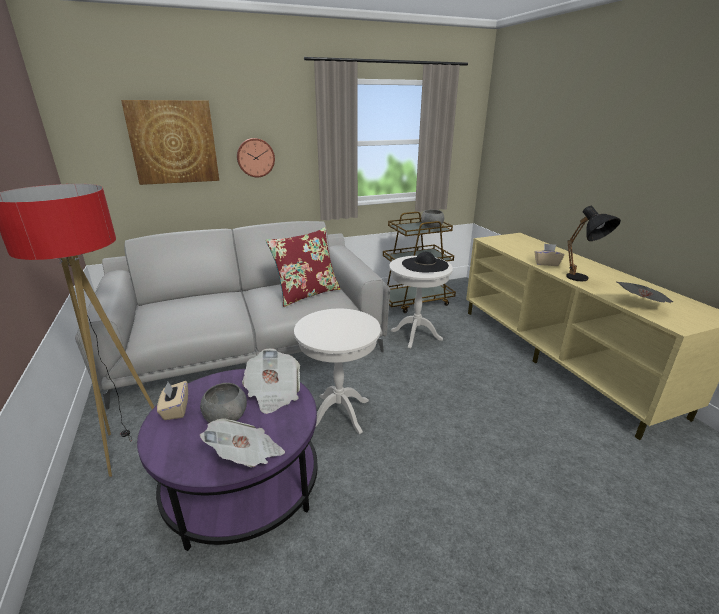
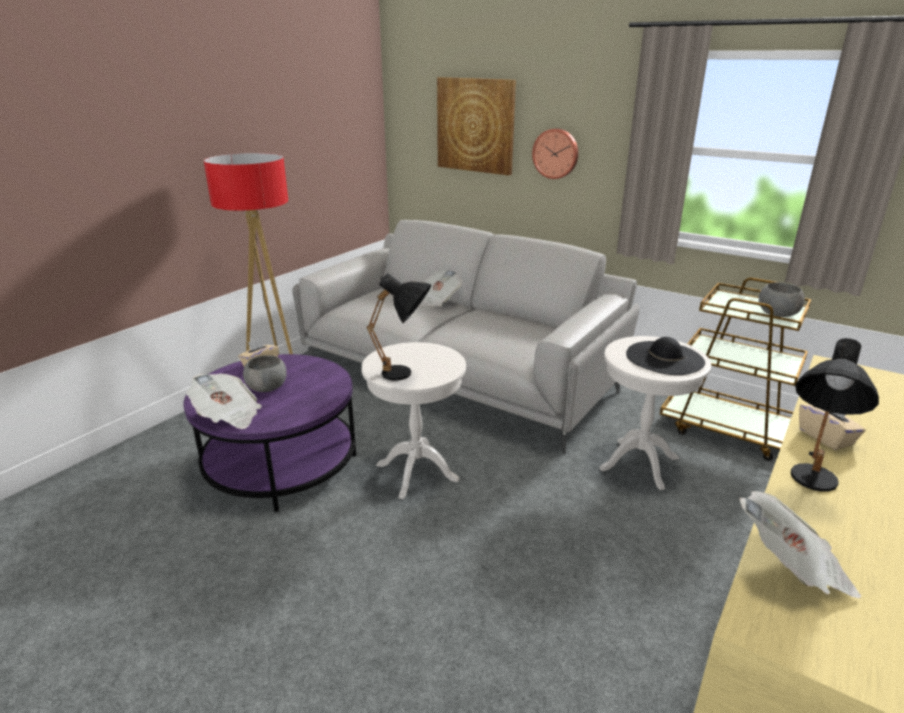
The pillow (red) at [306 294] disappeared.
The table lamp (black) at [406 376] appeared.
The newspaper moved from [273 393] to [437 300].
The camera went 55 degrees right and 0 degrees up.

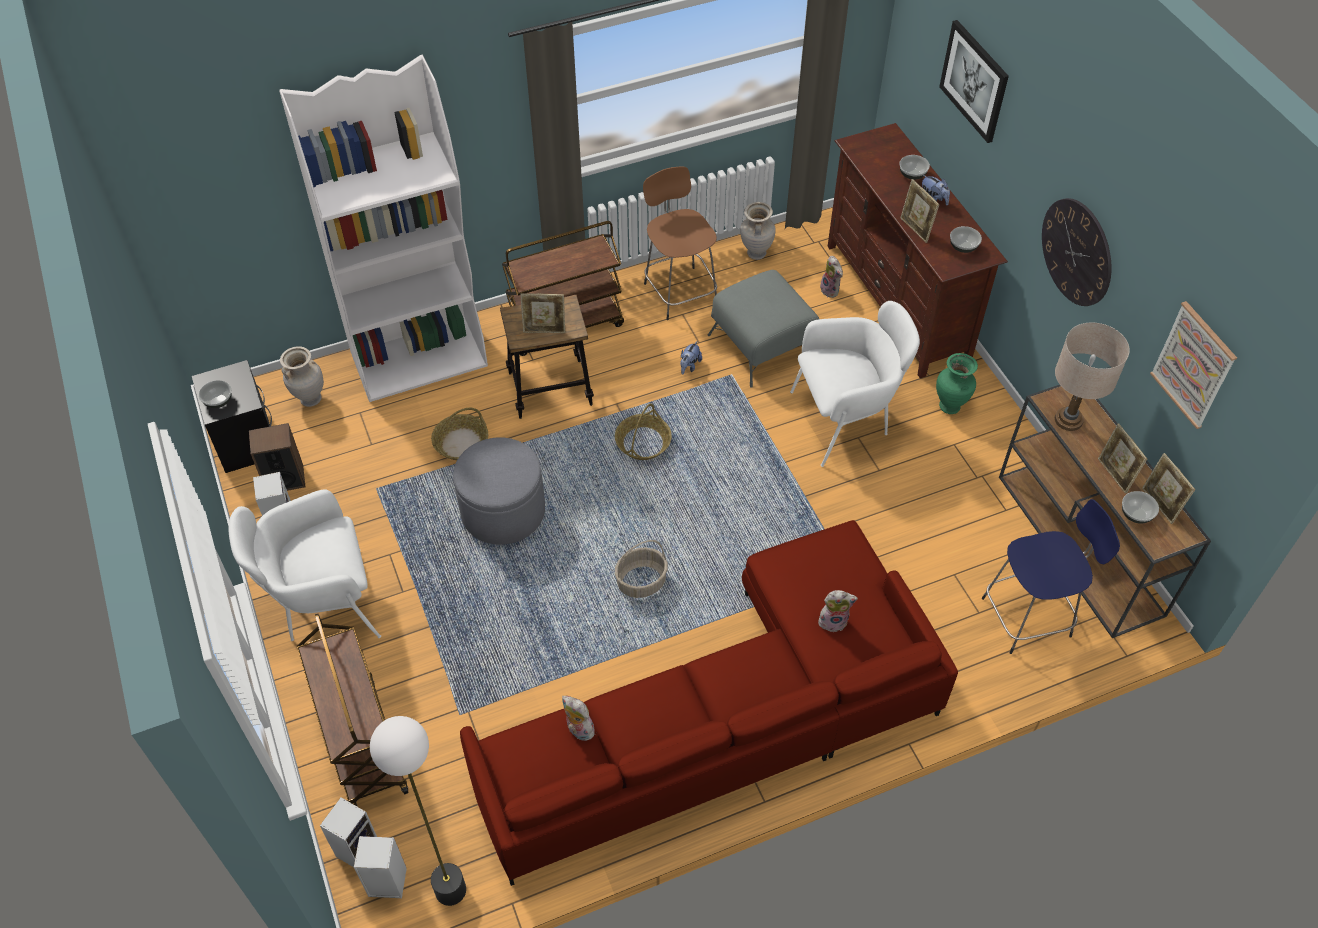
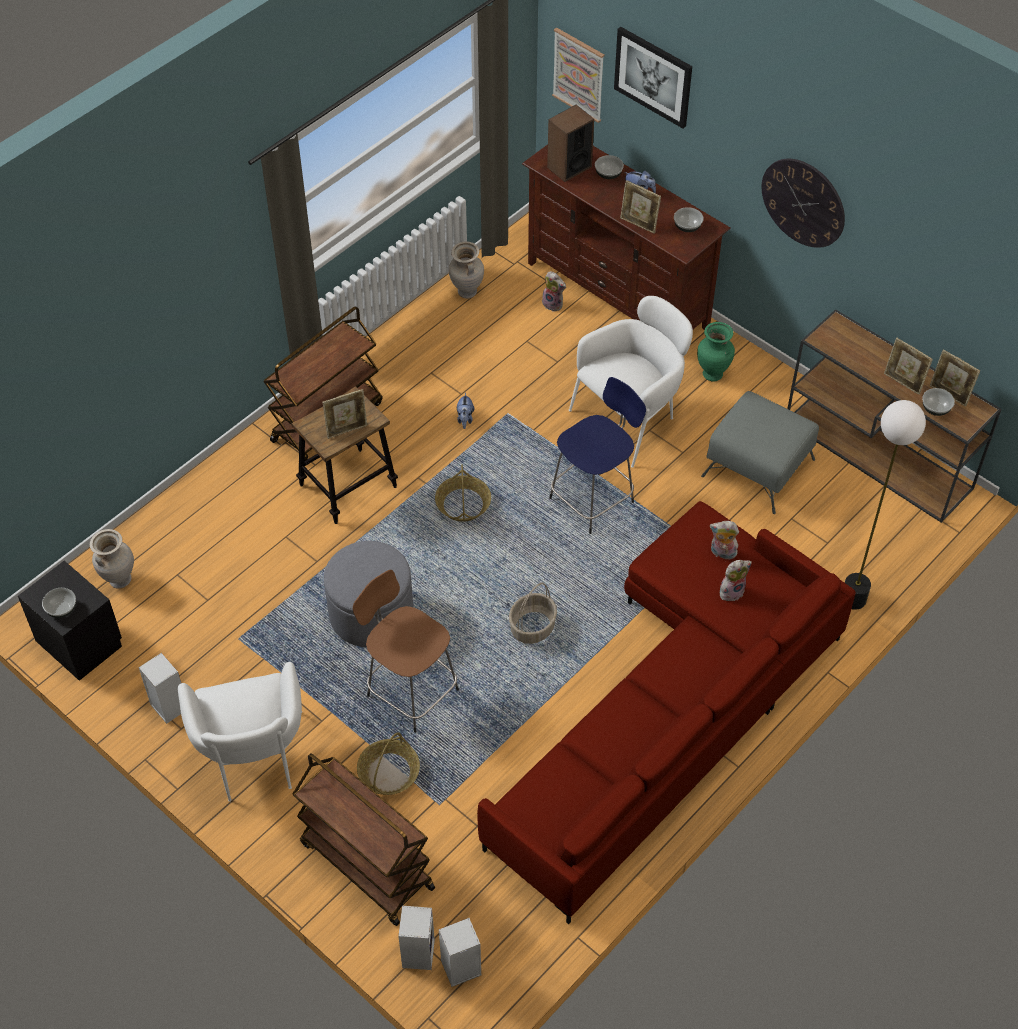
The bookcase (white) at [420 358] disappeared.
The table lamp (beige) at [1068 420] disappeared.
The speaker moved from [284 479] to [569 167].
The floor lamp moved from [450 890] to [853 599].
The basket moved from [461 443] to [389 772].
The plush toy moved from [578 730] to [722 553].
The stool (brown) moved from [679 291] to [410 691].
The ottoman (grey) moved from [763 346] to [758 468].
The stool (blue) moved from [1029 616] to [594 498].
The picture moved from [1193 365] to [579 74].
The armchair (white) at [323 605] turned 60 degrees counterclockwise.
The camera went 25 degrees left and 0 degrees up.

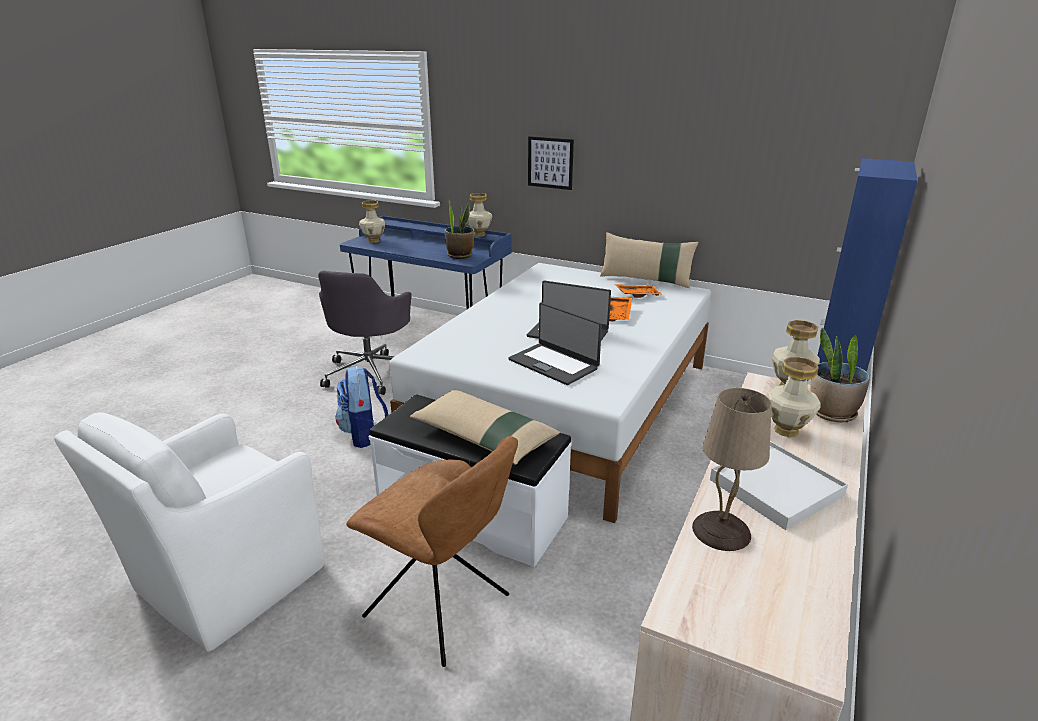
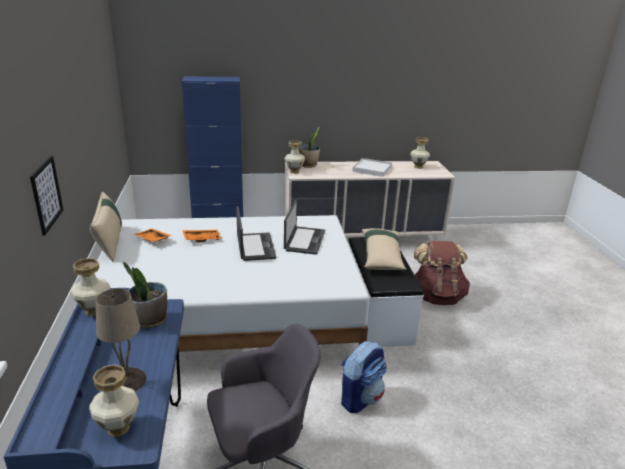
The armchair (white) at [225 582] disappeared.
The table lamp (beige) moved from [721 530] to [125 381].
The vase moved from [786 430] to [418 167].
The chair (brown) at [441 608] was replaced by the backpack (brown) at [437 297].
The camera went 125 degrees left and 0 degrees up.

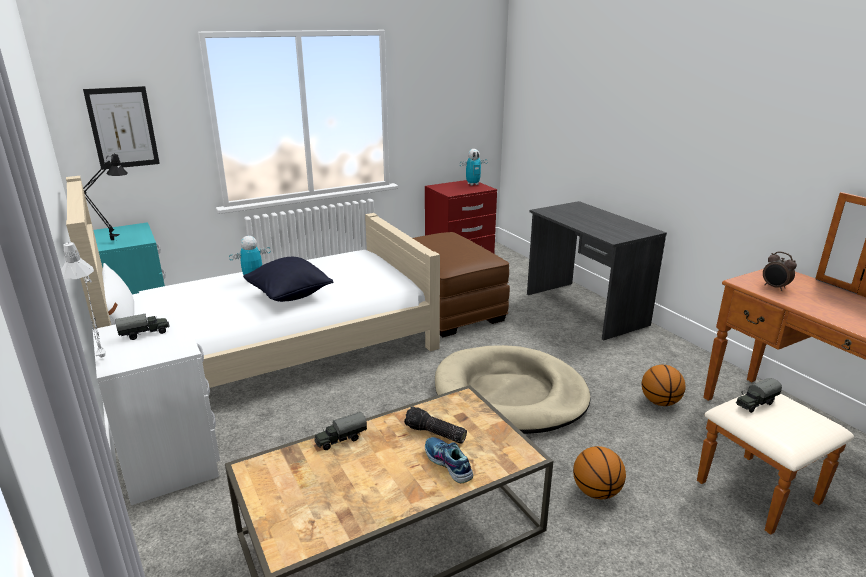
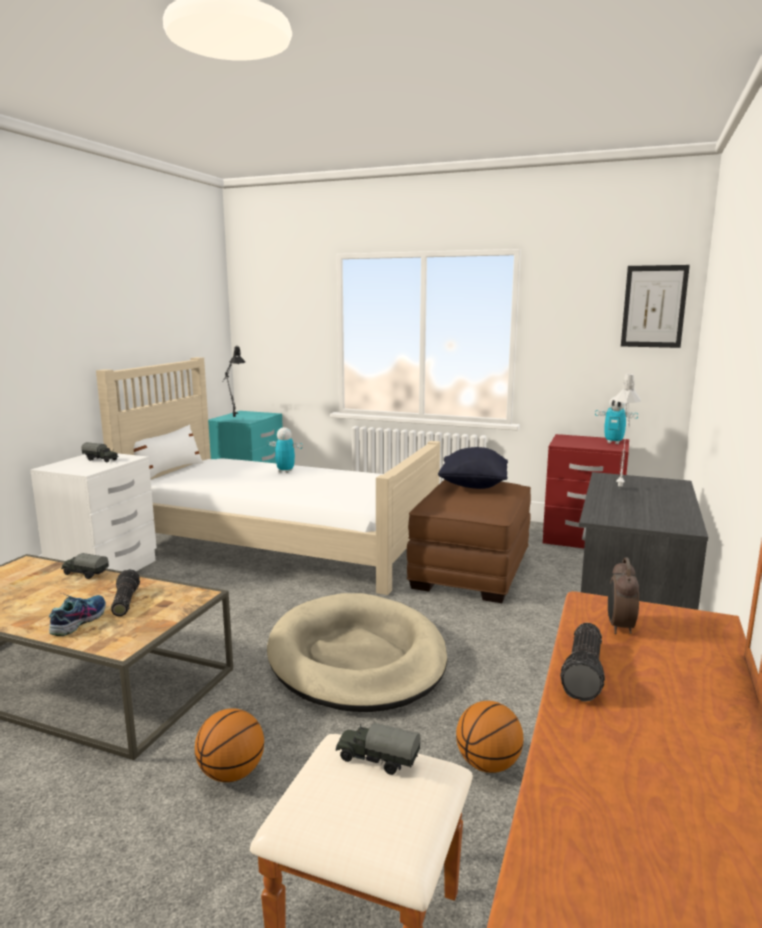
The flashlight at [585 673] appeared.
The table lamp (grey) moved from [102 355] to [620 486].
The picture moved from [123 128] to [654 306].
The pillow (black) moved from [289 296] to [473 486].
The camera went 50 degrees right and 10 degrees down.

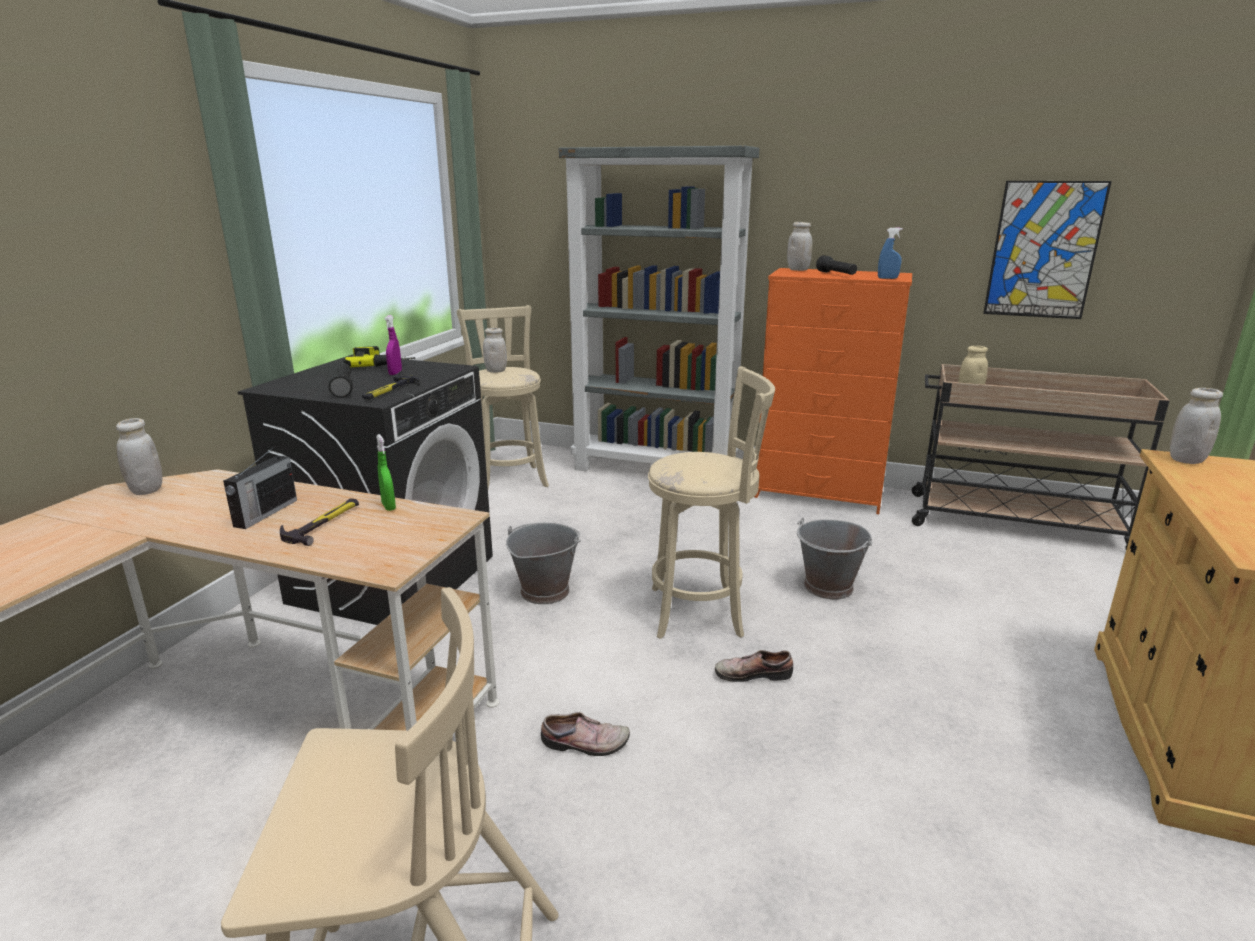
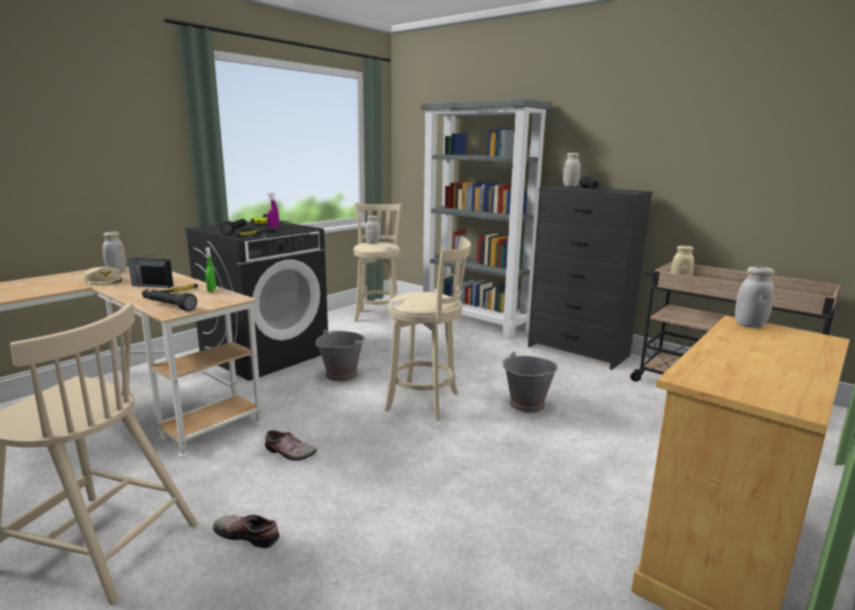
The spray bottle (blue) at [887 278] disappeared.
The picture at [1043 250] disappeared.
The cap (beige) at [104 281] appeared.
The flashlight (black) at [172 306] appeared.
The shoe moved from [752 673] to [248 534].
The dresser (orange) at [820 493] became the dresser (black) at [579 351].
The radio at [265 513] turned 60 degrees clockwise.
The camera went 20 degrees right and 5 degrees down.

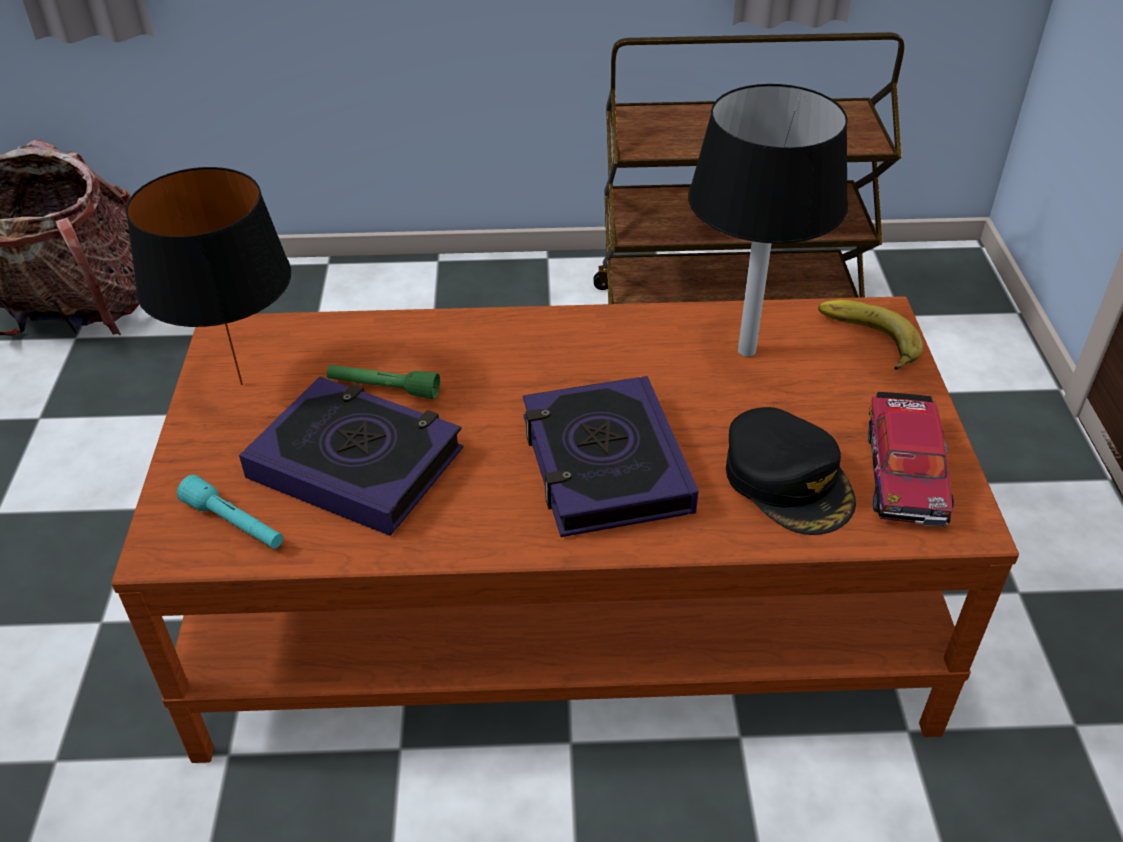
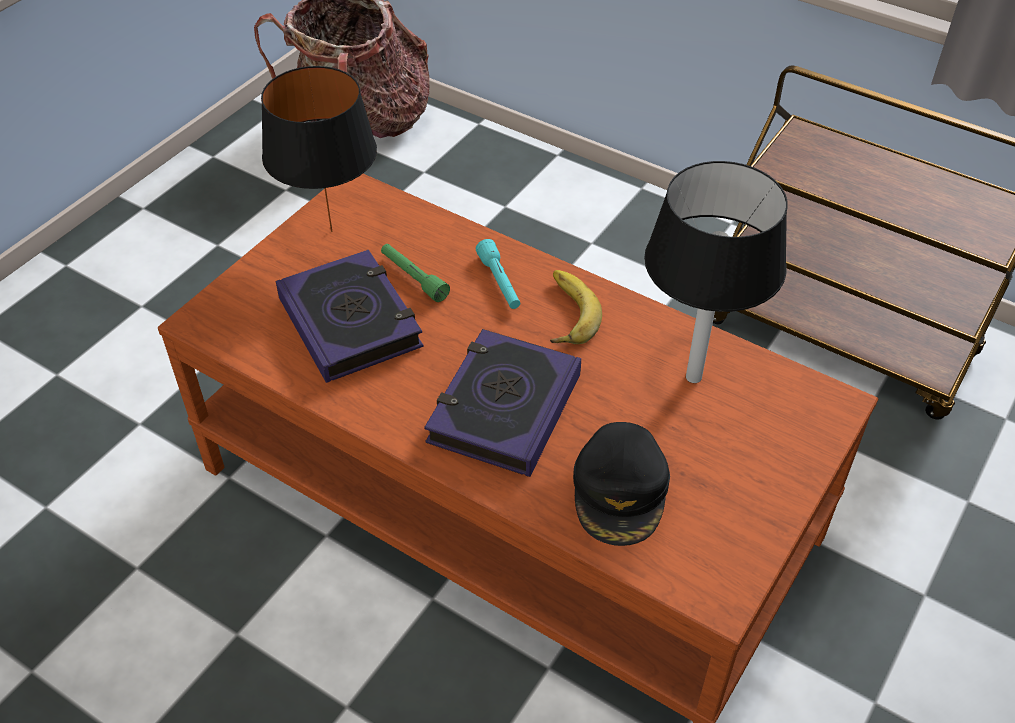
The toy car at [905 471] disappeared.
The flashlight (turquoise) moved from [234 524] to [499 282].
The banana moved from [865 341] to [564 313].
The camera went 35 degrees right and 5 degrees up.

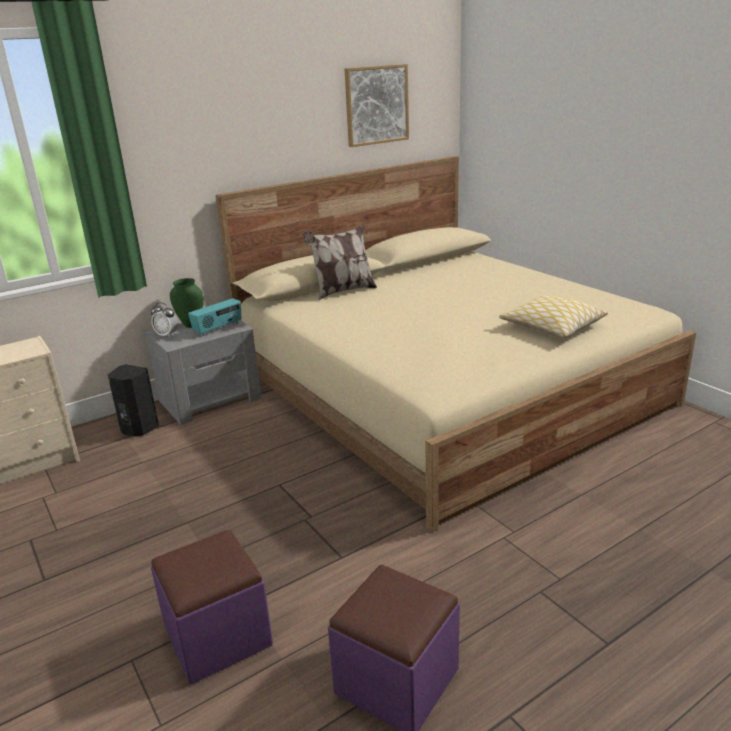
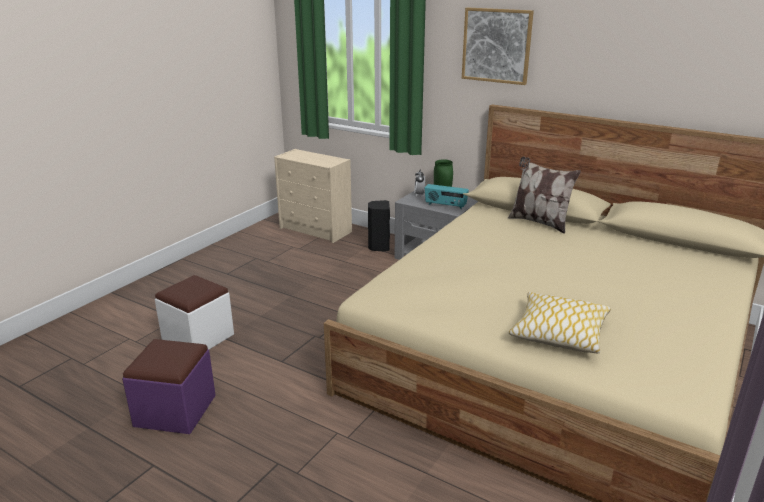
The picture moved from [376 105] to [496 45].
The ottoman (purple) at [218 636] became the ottoman (white) at [198 338].
The camera went 65 degrees right and 0 degrees up.

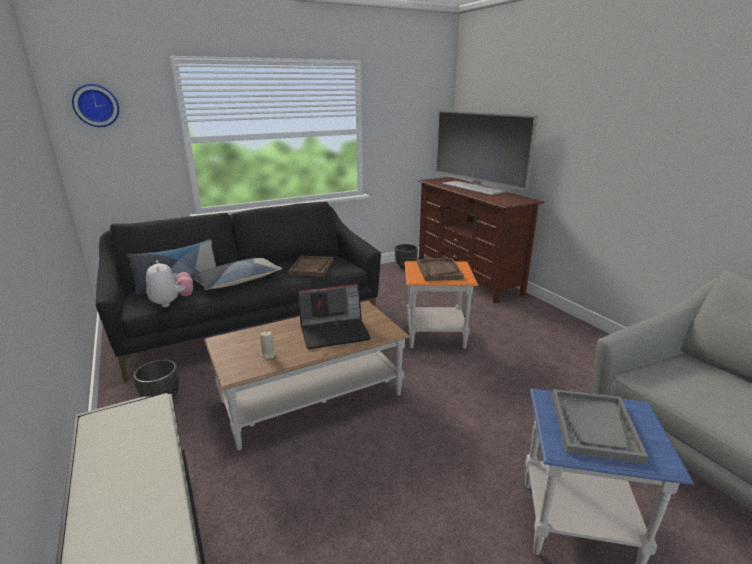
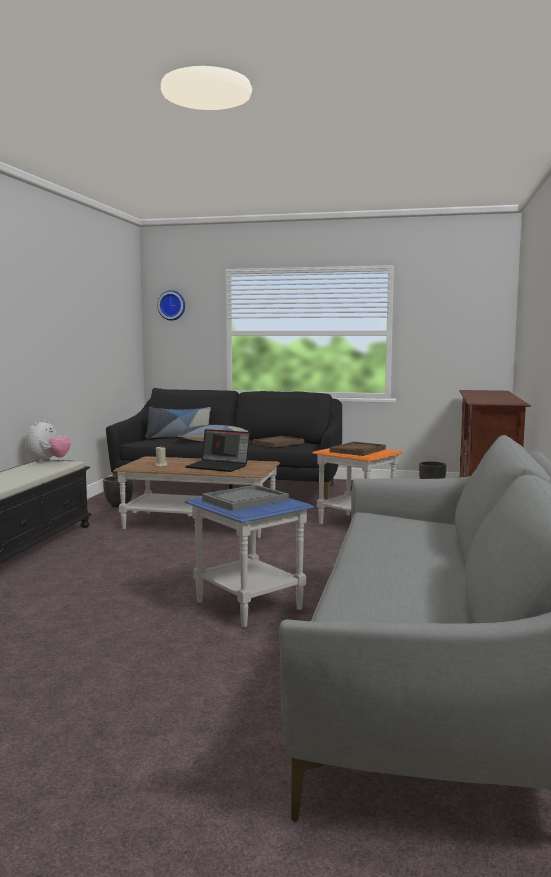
The television at [473 187] disappeared.
The plush toy moved from [172 302] to [48 461].
The camera went 40 degrees right and 15 degrees down.

